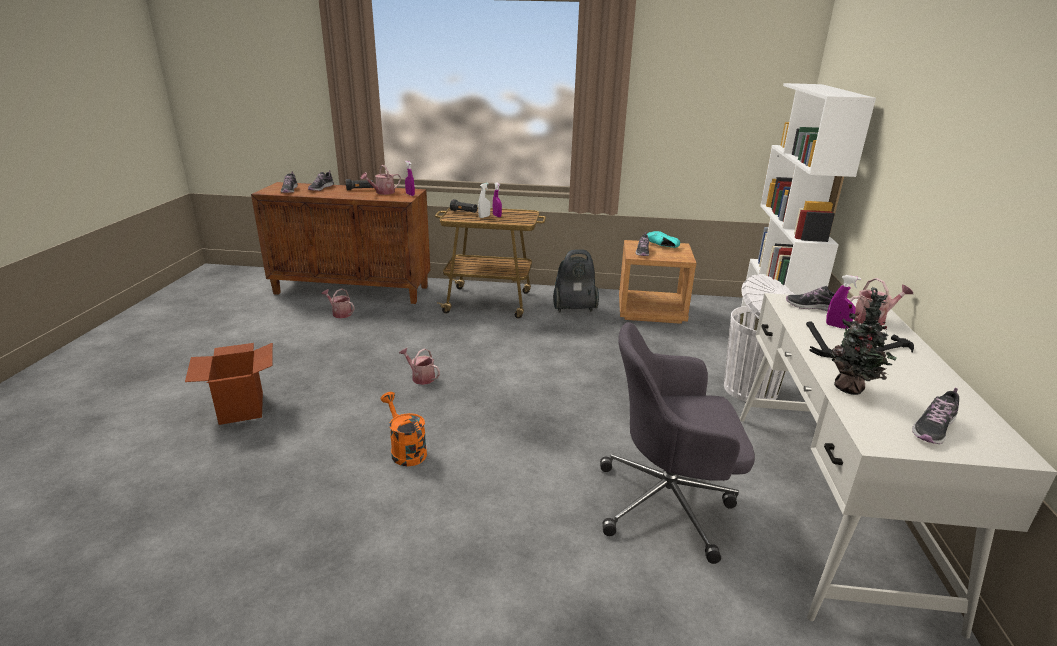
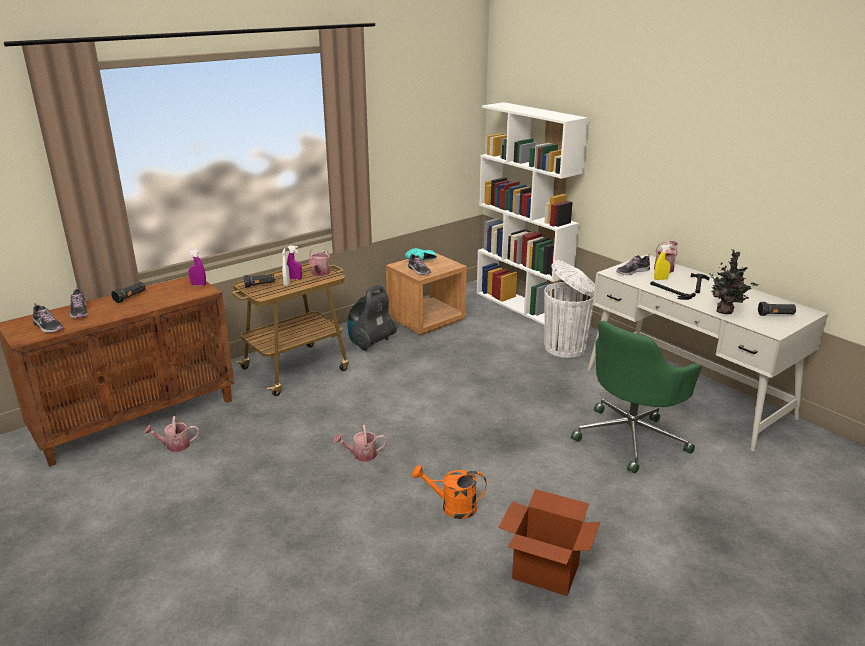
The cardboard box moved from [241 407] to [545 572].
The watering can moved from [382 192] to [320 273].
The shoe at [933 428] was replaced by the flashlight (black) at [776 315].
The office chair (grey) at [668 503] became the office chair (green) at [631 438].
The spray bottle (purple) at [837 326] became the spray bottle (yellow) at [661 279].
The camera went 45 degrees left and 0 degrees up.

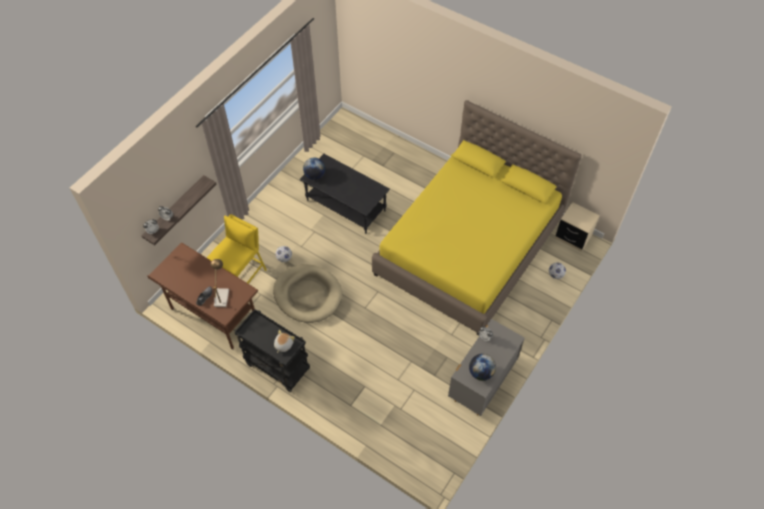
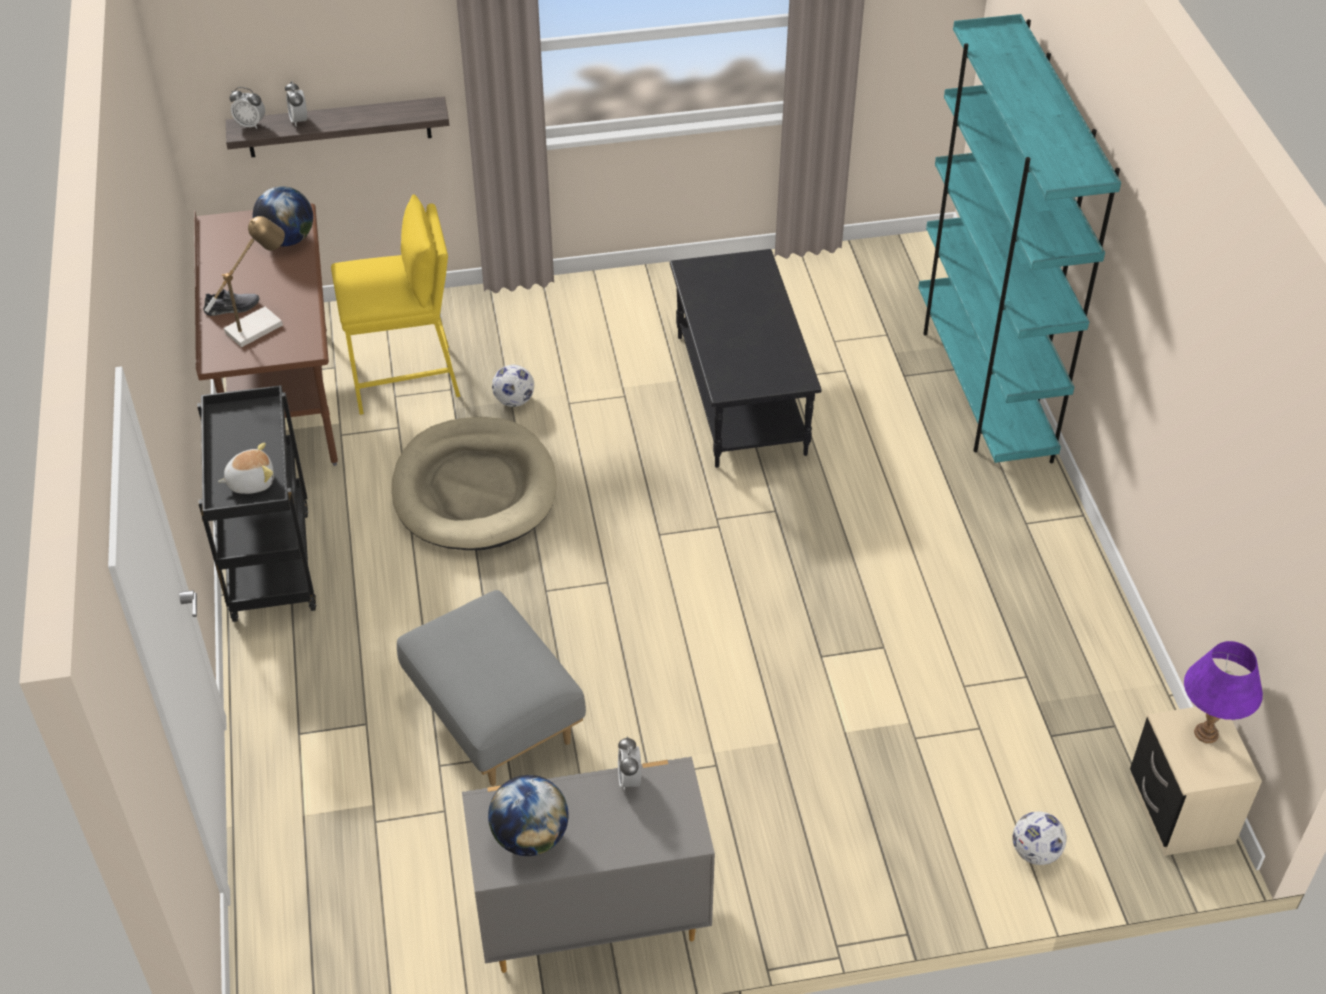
The bed (yellow) at [469 247] disappeared.
The ottoman (grey) at [493 717] appeared.
The bookcase (turquoise) at [983 387] appeared.
The table lamp (purple) at [1206 733] appeared.
The globe moved from [315 175] to [287 240].
The camera went 45 degrees right and 10 degrees down.

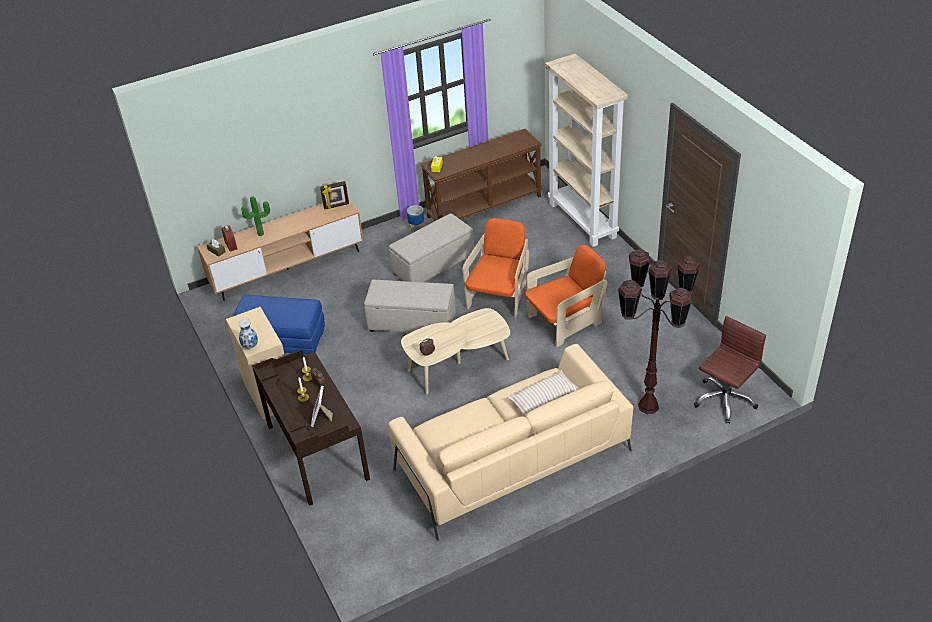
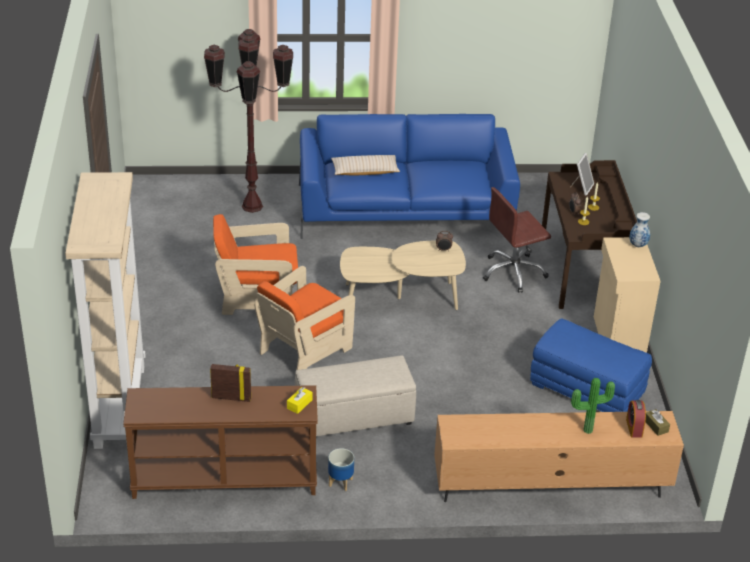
The ottoman (beige) at [411 322] disappeared.
The picture frame moved from [336 206] to [231 397].
The office chair (brown) moved from [724 399] to [513 272].
The sofa (beige) at [512 460] became the sofa (blue) at [405 210].
The camera went 160 degrees left and 5 degrees down.

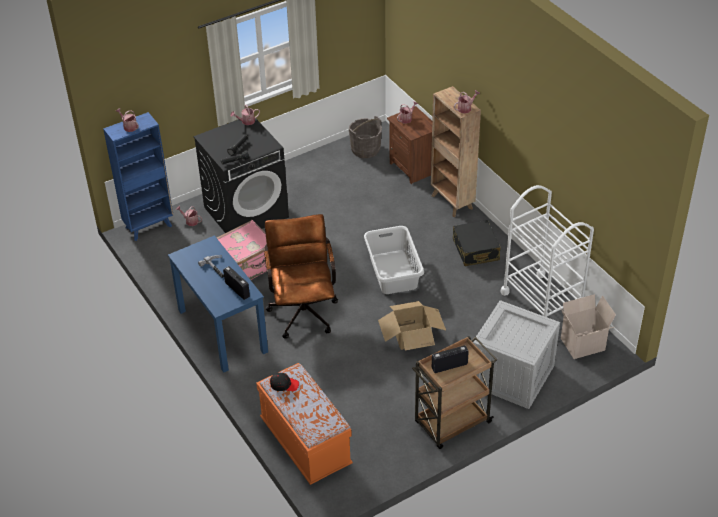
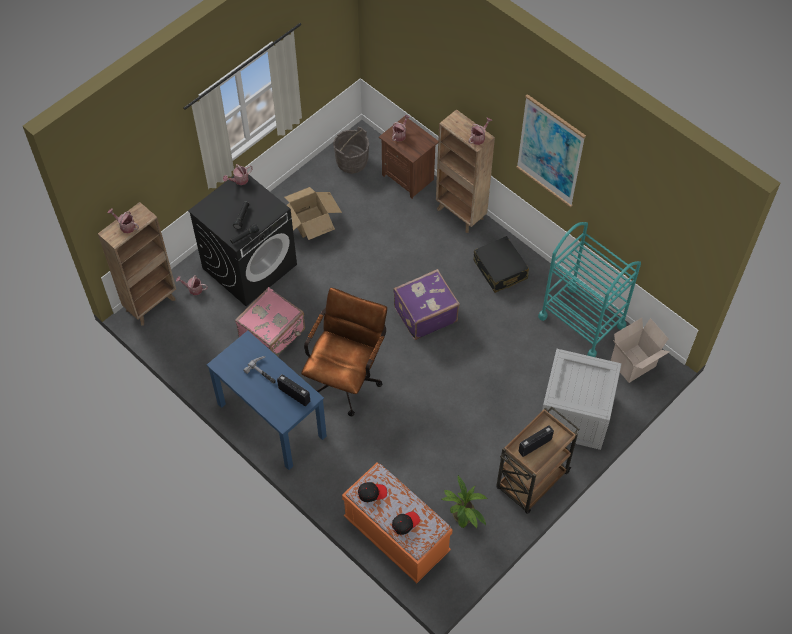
The cap (black) at [405 523] appeared.
The potted plant at [464 517] appeared.
The picture at [550 151] appeared.
The cardboard box moved from [412 335] to [310 221].
The laundry basket (grey) at [393 272] was replaced by the suitcase (purple) at [424 314].
The bookcase (blue) at [149 226] became the bookcase (brown) at [151 304].
The cart (white) at [542 302] became the cart (turquoise) at [582 321].
The office chair (brown) at [303 309] turned 45 degrees clockwise.
The camera went 15 degrees left and 15 degrees up.

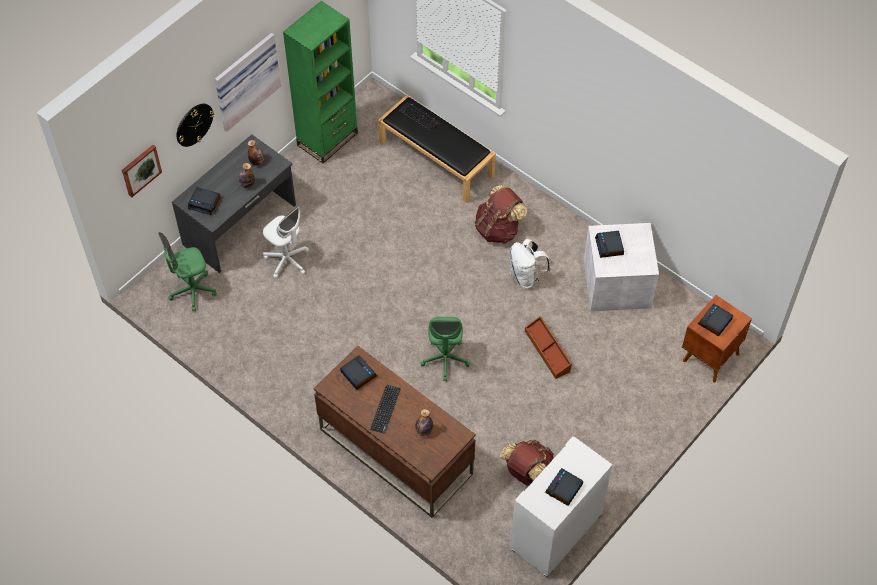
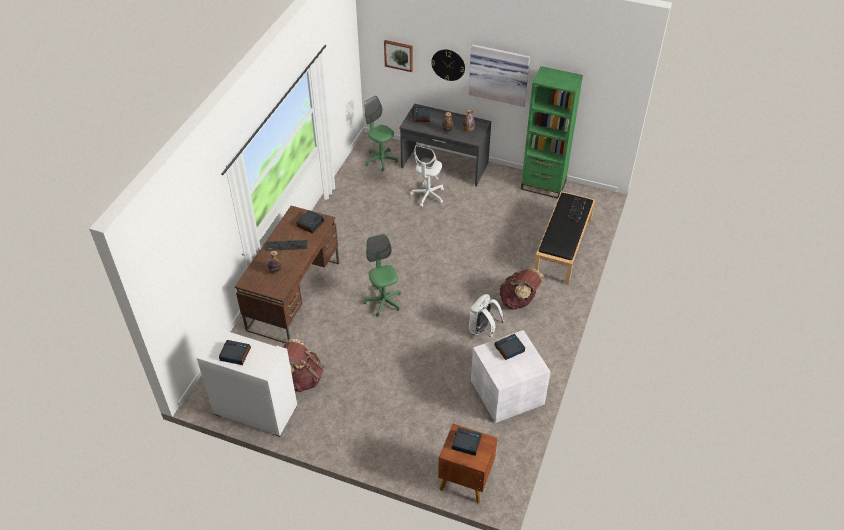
The storage box (brown) at [548 351] disappeared.
The office chair (green) at [445 359] turned 90 degrees clockwise.
The camera went 70 degrees right and 10 degrees down.

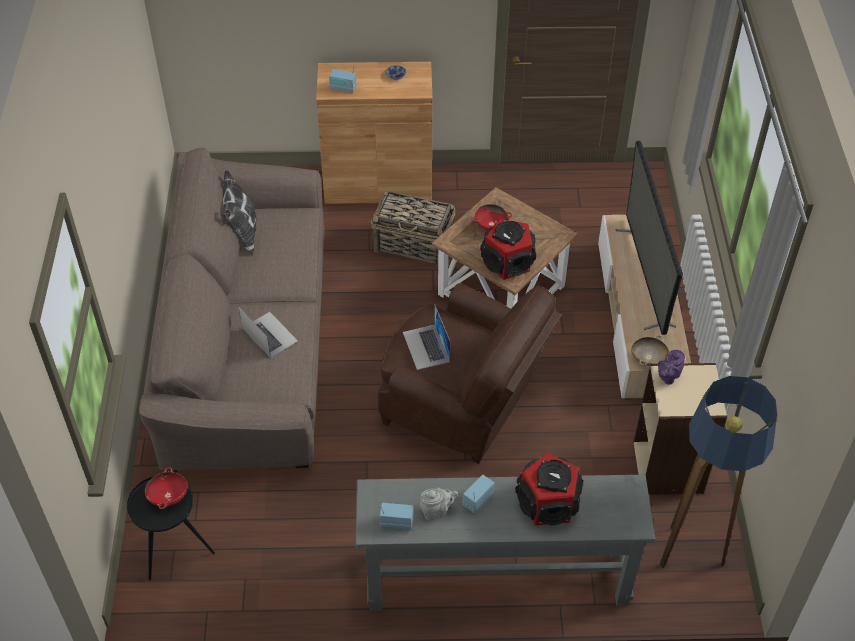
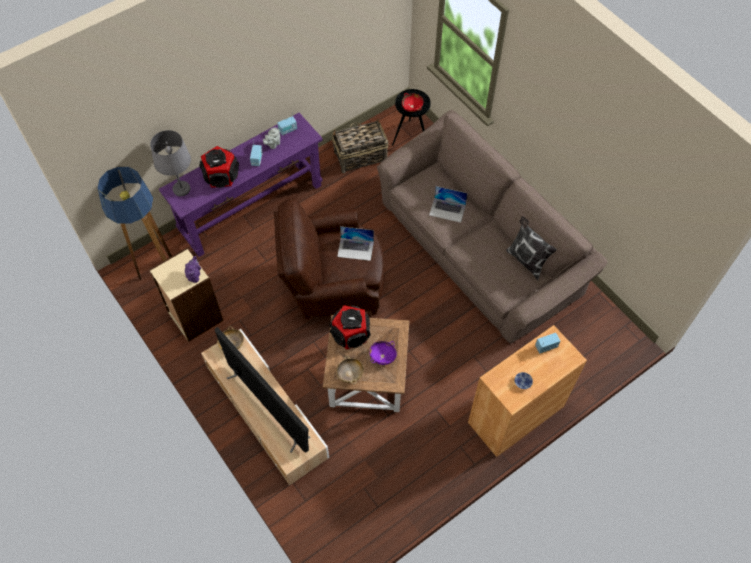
The table lamp (grey) at [181 189] appeared.
The bowl (beige) at [350 374] appeared.
The basket moved from [414 244] to [360 157].
The console table (grey) at [497 578] became the console table (purple) at [251 208].
The bowl (red) at [491 226] became the bowl (purple) at [382 356].
The laptop at [426 347] turned 150 degrees clockwise.
The camera went 145 degrees right and 10 degrees up.

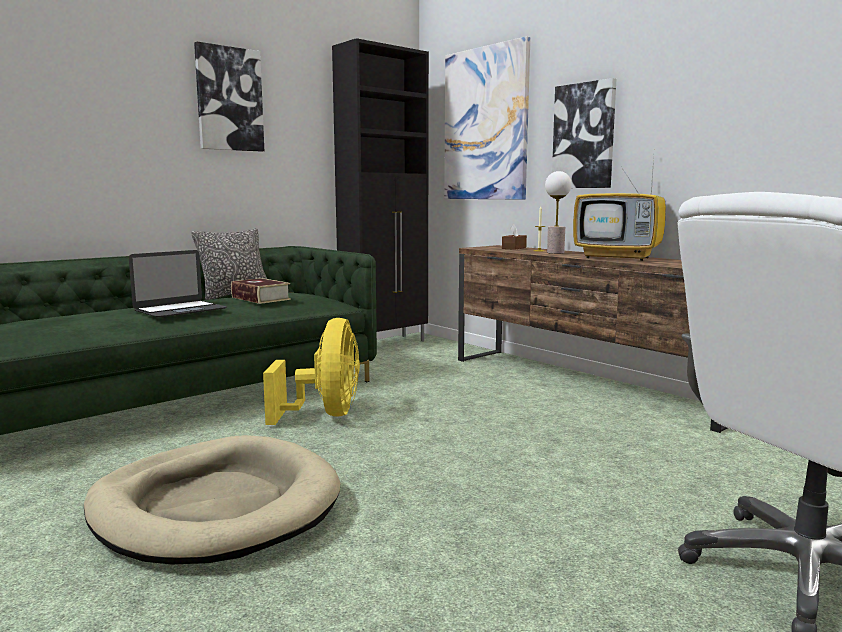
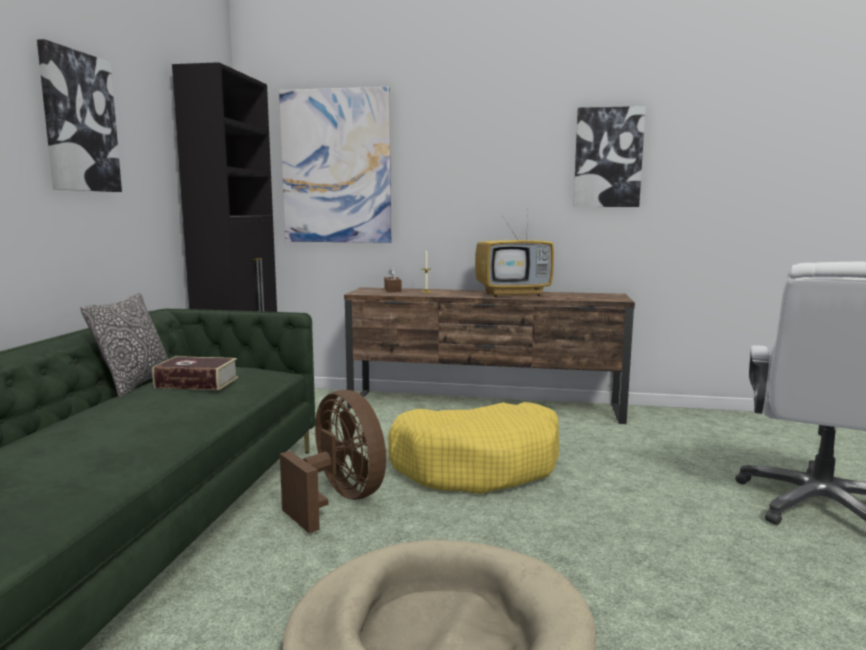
The laptop at [180 309] disappeared.
The table lamp at [555 252] disappeared.
The dog bed (yellow) at [477 465] appeared.
The picture moved from [584 136] to [608 158].
The fan (yellow) at [326 414] became the fan (brown) at [339 500].
The camera went 40 degrees left and 0 degrees up.

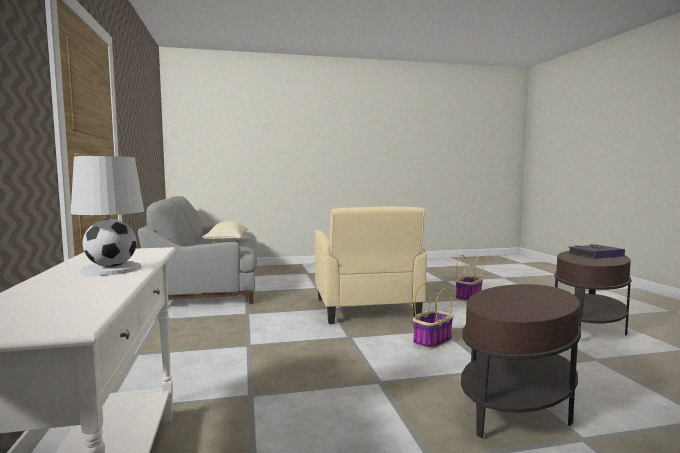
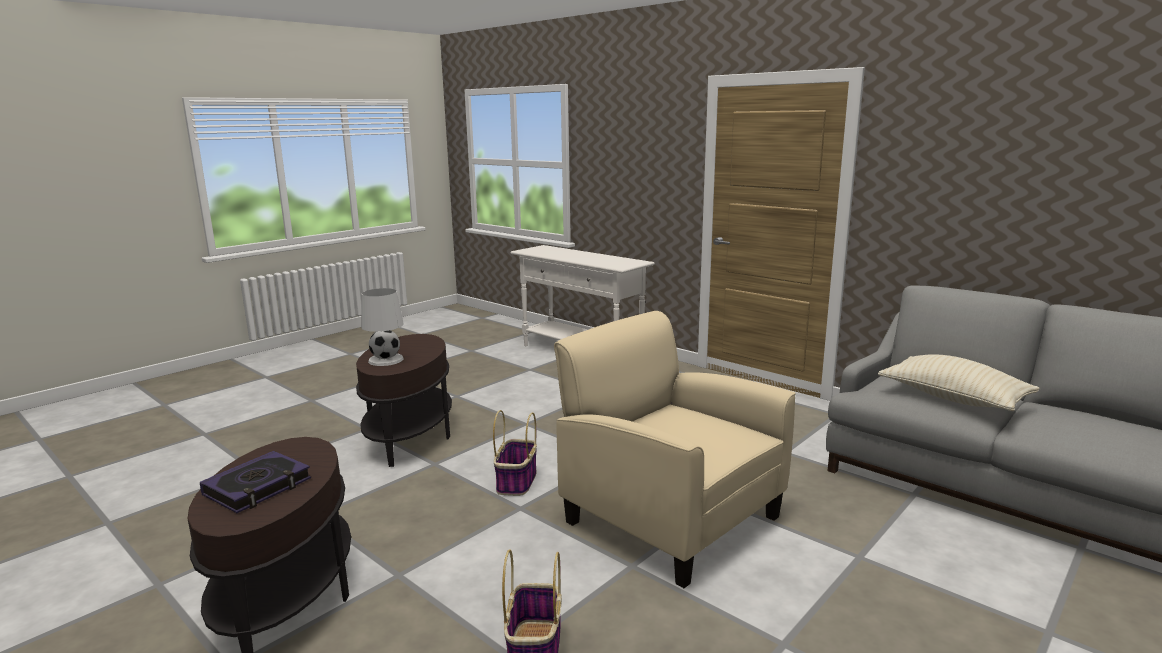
The table lamp (white) moved from [112 269] to [386 360].
The camera went 145 degrees right and 10 degrees up.

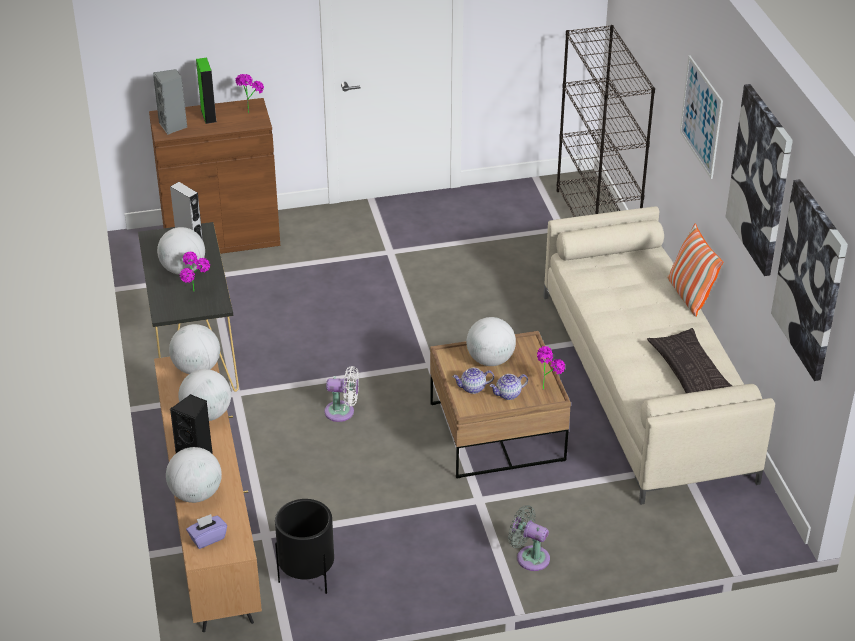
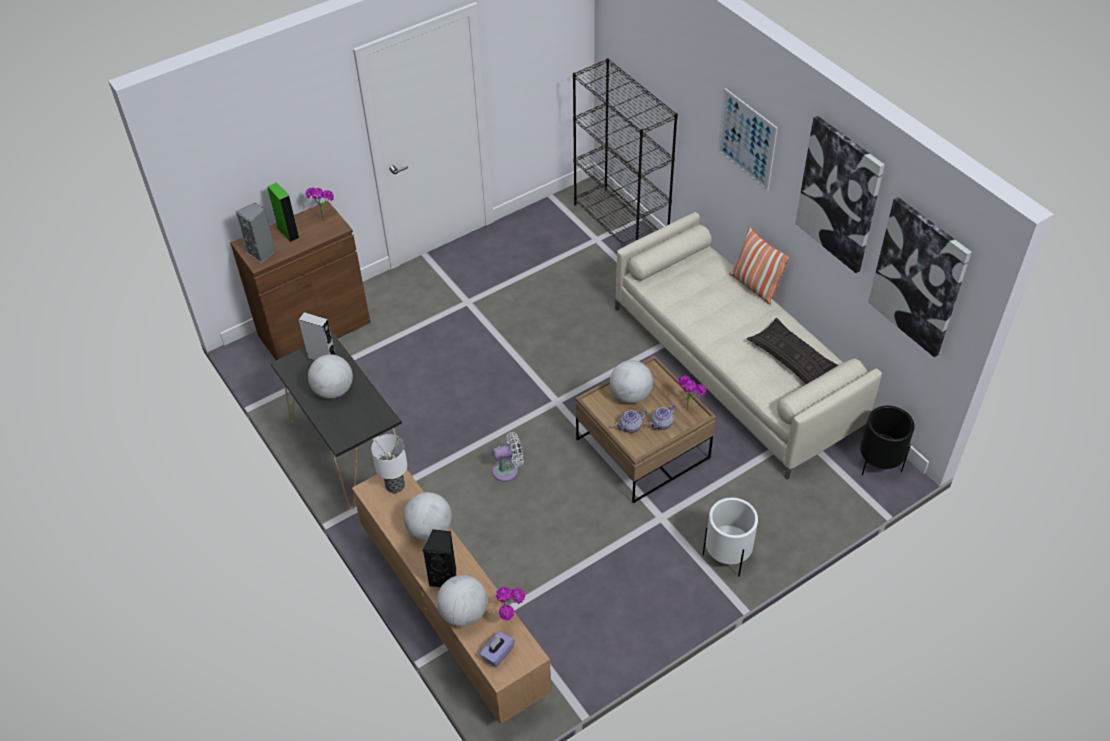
The potted plant moved from [197 294] to [511 619].
The planter (black) moved from [307 577] to [879 464].
The globe at [197 368] was replaced by the table lamp at [396 485].
The fan (grey) at [529 557] was replaced by the planter (white) at [727 557].
The camera went 20 degrees left and 10 degrees up.

